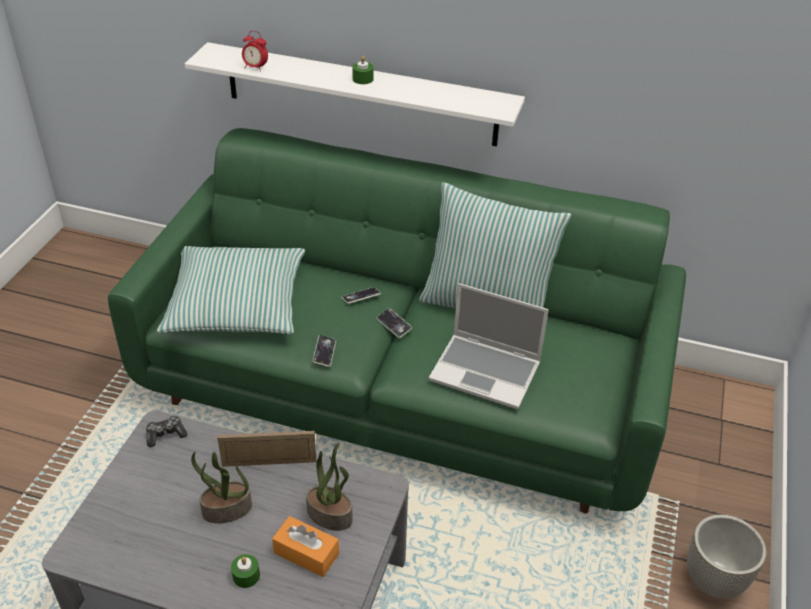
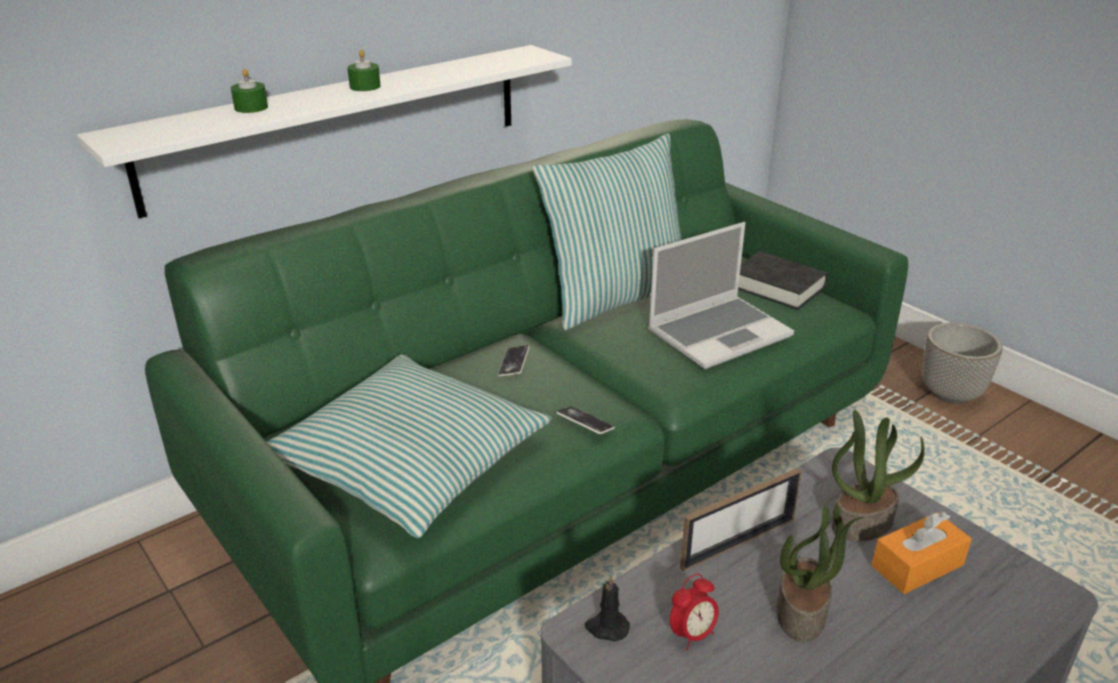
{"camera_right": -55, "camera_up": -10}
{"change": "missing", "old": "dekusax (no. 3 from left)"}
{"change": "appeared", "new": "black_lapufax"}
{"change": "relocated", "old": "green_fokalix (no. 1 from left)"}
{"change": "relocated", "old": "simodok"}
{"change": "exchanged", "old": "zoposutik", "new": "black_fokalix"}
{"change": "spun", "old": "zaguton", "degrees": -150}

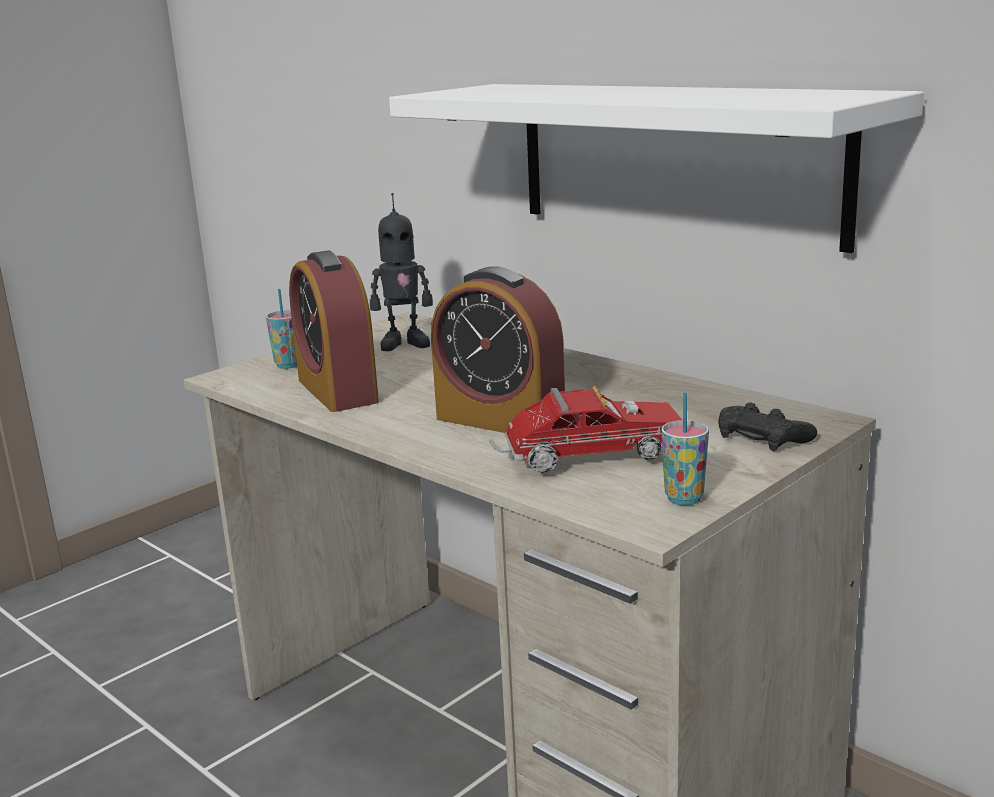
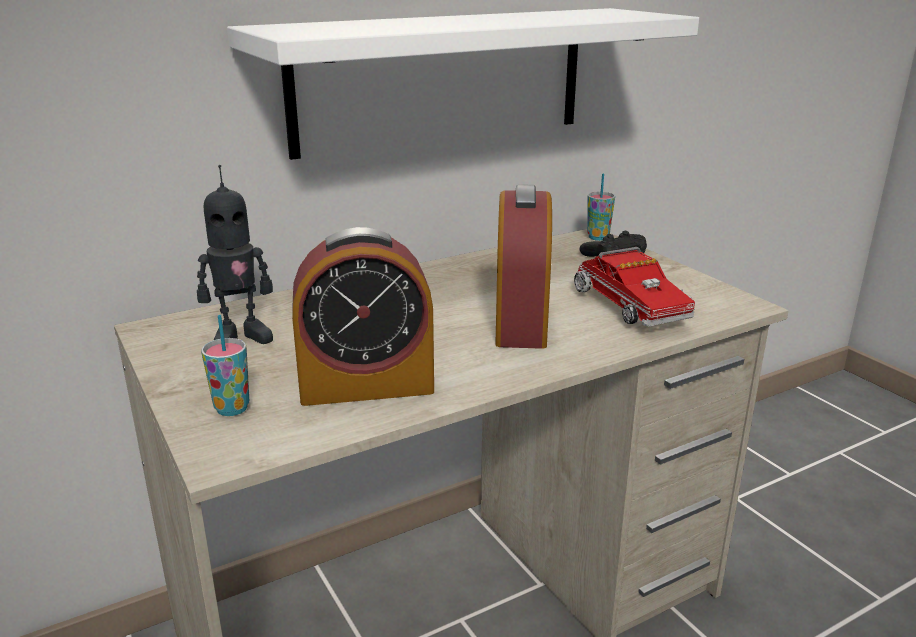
{"camera_right": -75, "camera_up": 5}
{"change": "relocated", "old": "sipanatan (no. 2 from left)"}
{"change": "spun", "old": "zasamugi", "degrees": 60}
{"change": "spun", "old": "simodok (no. 2 from left)", "degrees": 135}
{"change": "spun", "old": "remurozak", "degrees": 150}

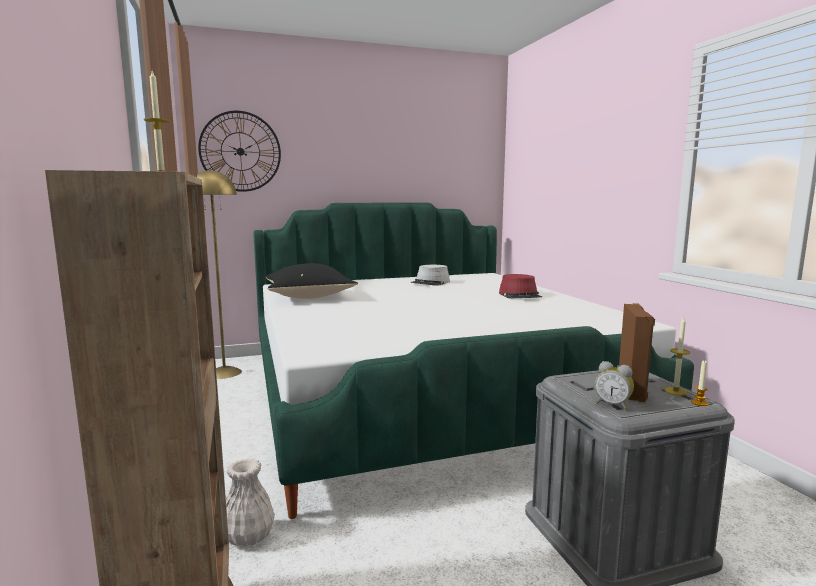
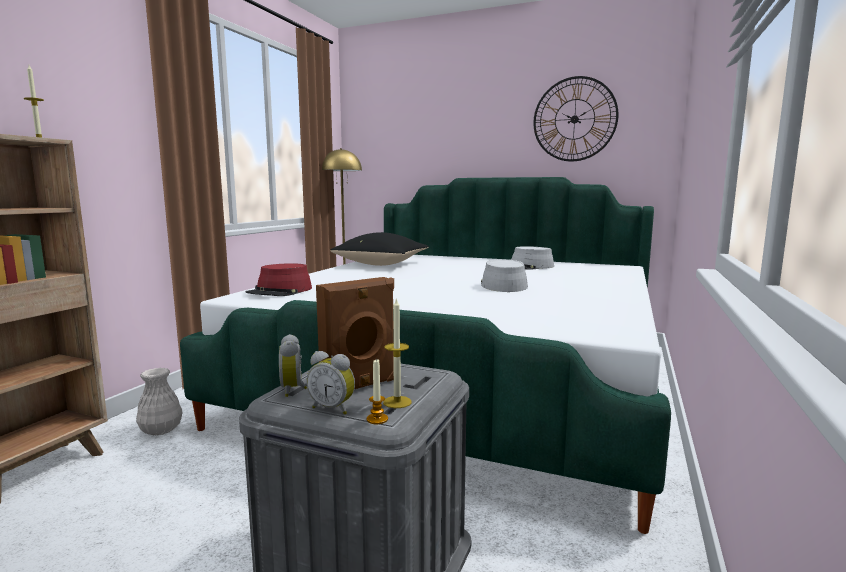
{"camera_right": 40, "camera_up": 0}
{"change": "appeared", "new": "simodok (no. 2 from left)"}
{"change": "appeared", "new": "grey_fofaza (no. 1 from left)"}
{"change": "relocated", "old": "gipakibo"}
{"change": "relocated", "old": "red_fofaza"}

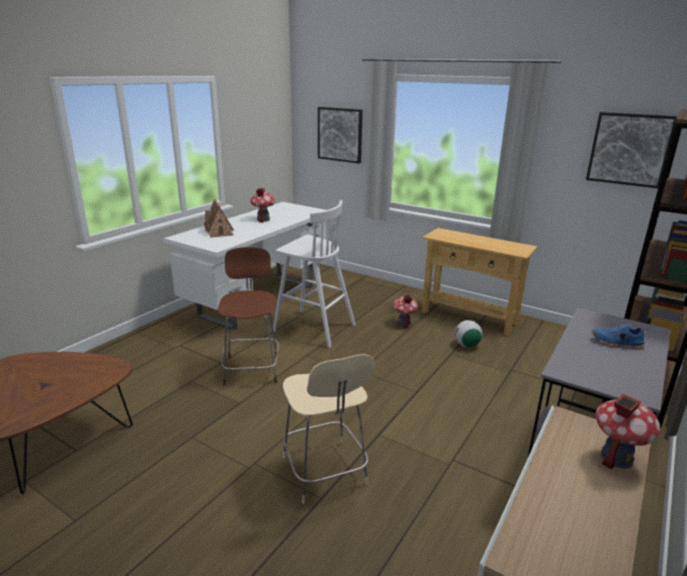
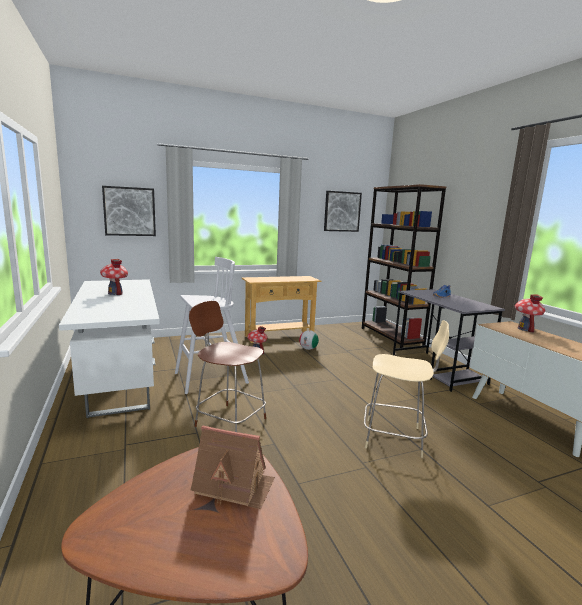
{"camera_right": -55, "camera_up": -10}
{"change": "relocated", "old": "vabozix (no. 1 from left in the first image)", "new": "vabozix (no. 2 from left)"}

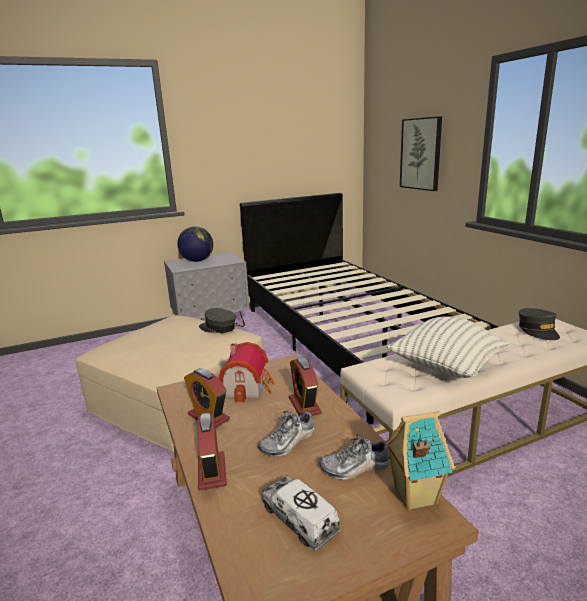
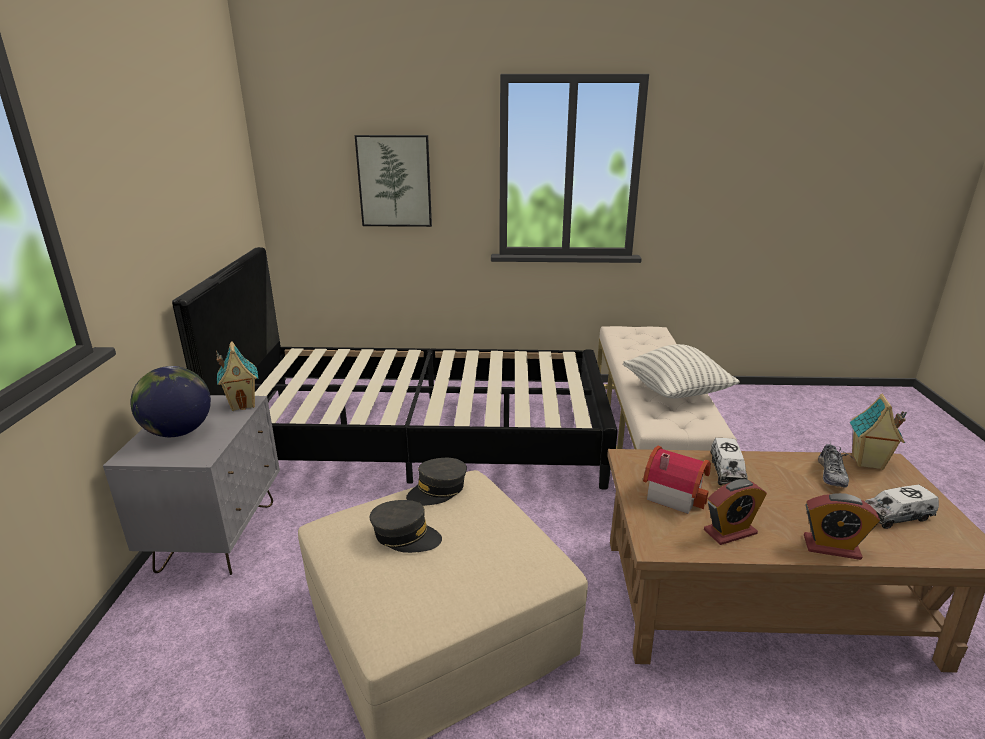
{"camera_right": -65, "camera_up": 5}
{"change": "missing", "old": "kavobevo (no. 1 from left)"}
{"change": "appeared", "new": "vabozix (no. 1 from left)"}
{"change": "relocated", "old": "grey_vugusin (no. 2 from left in the first image)", "new": "grey_vugusin (no. 1 from left)"}
{"change": "exchanged", "old": "simodok (no. 3 from left)", "new": "remurozak (no. 1 from left)"}

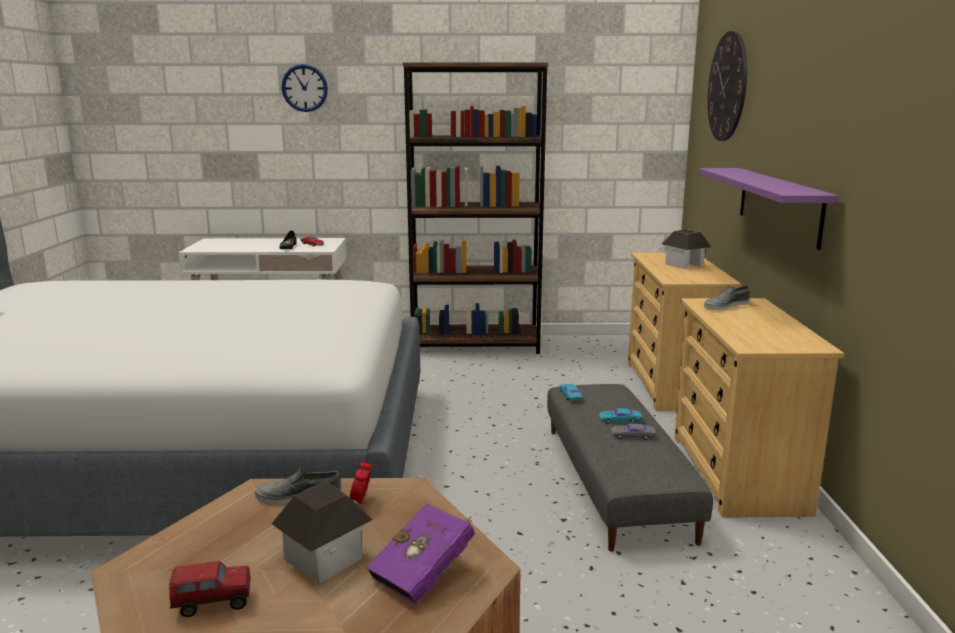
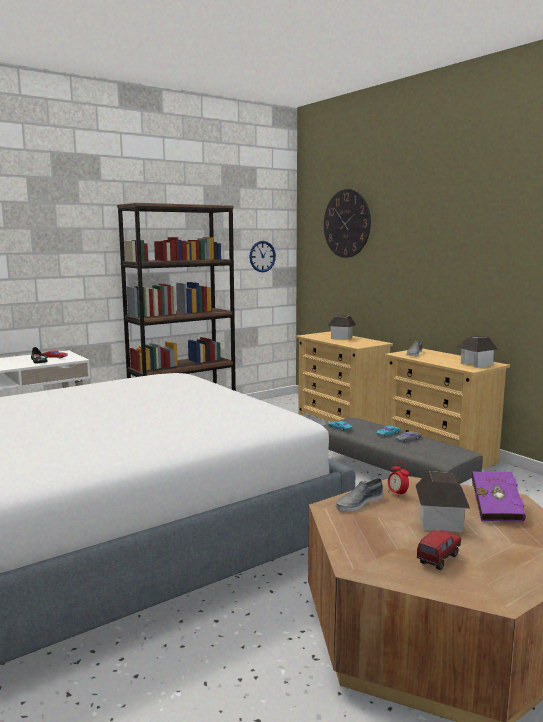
{"camera_right": -35, "camera_up": -5}
{"change": "missing", "old": "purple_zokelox"}
{"change": "appeared", "new": "vabozix (no. 3 from left)"}
{"change": "relocated", "old": "gipakibo (no. 1 from left)"}

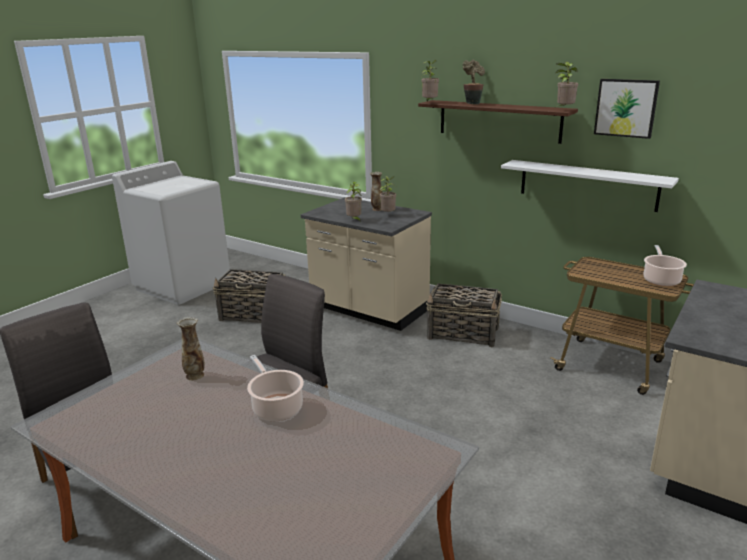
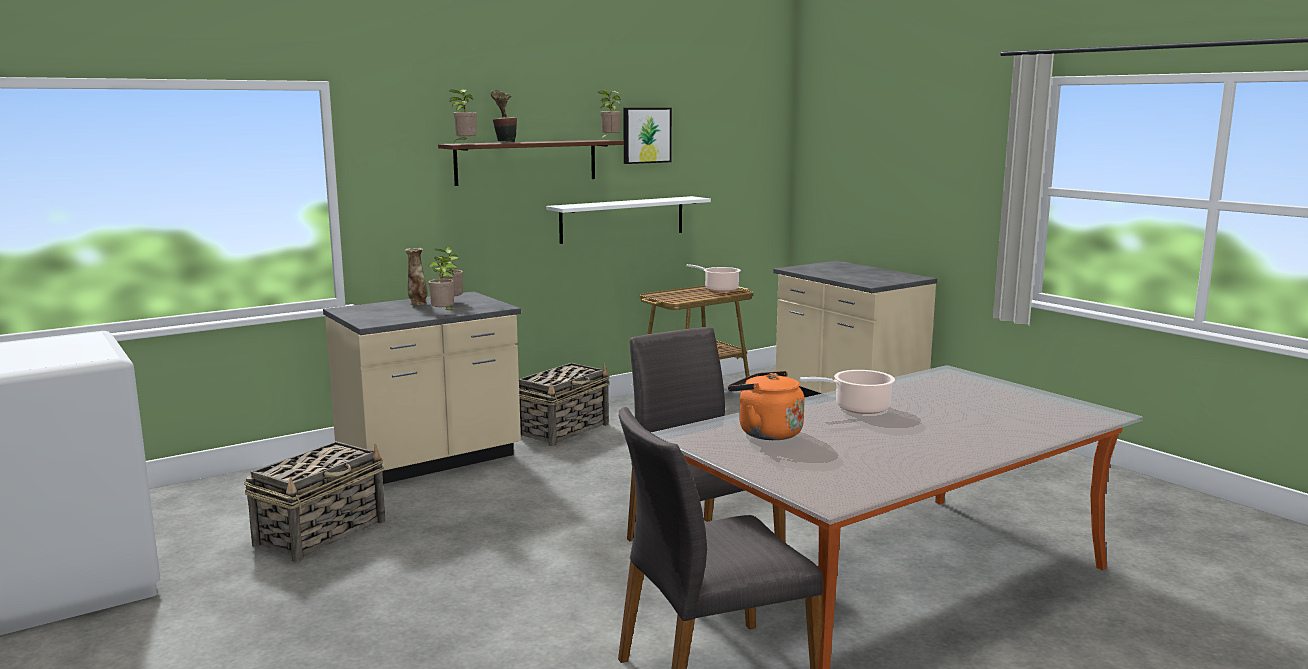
{"camera_right": -70, "camera_up": -10}
{"change": "exchanged", "old": "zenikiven (no. 1 from left)", "new": "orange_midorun"}

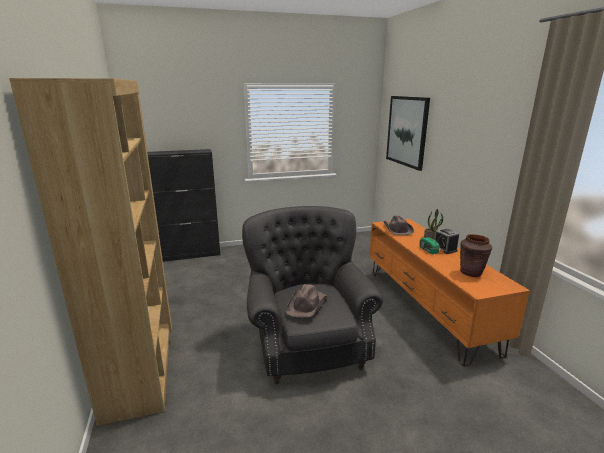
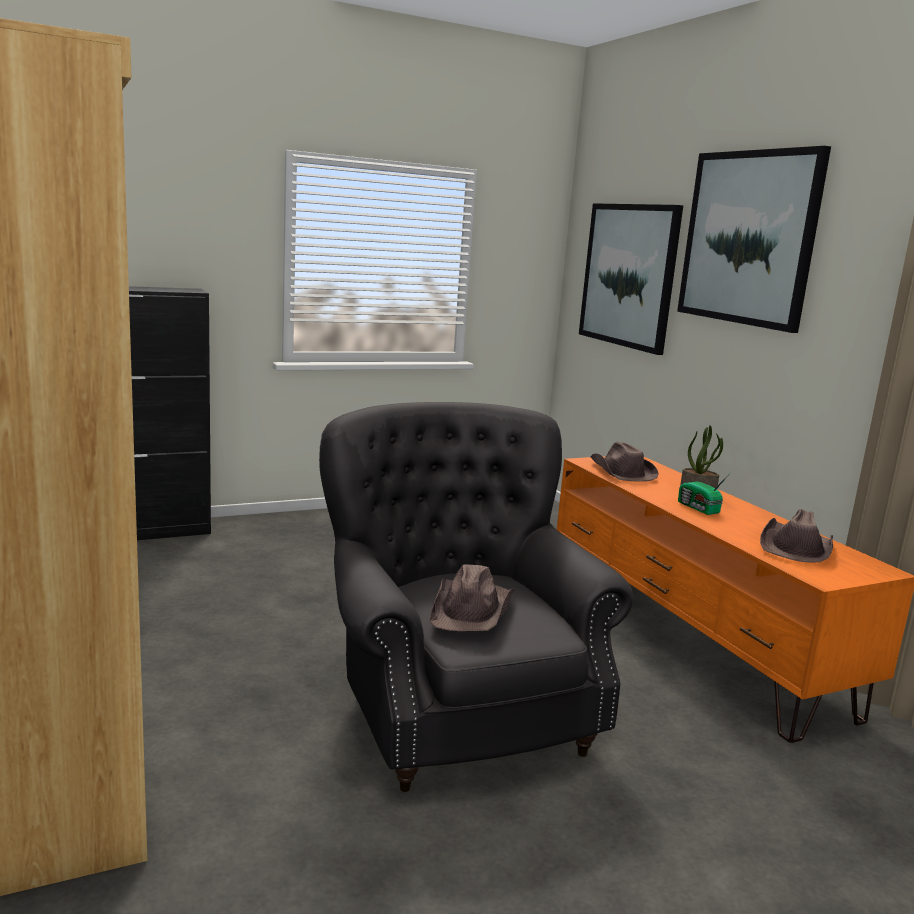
{"camera_right": -10, "camera_up": -5}
{"change": "missing", "old": "simodok"}
{"change": "appeared", "new": "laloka (no. 2 from left)"}
{"change": "exchanged", "old": "brown_zenikiven", "new": "brown_fofaza (no. 3 from left)"}

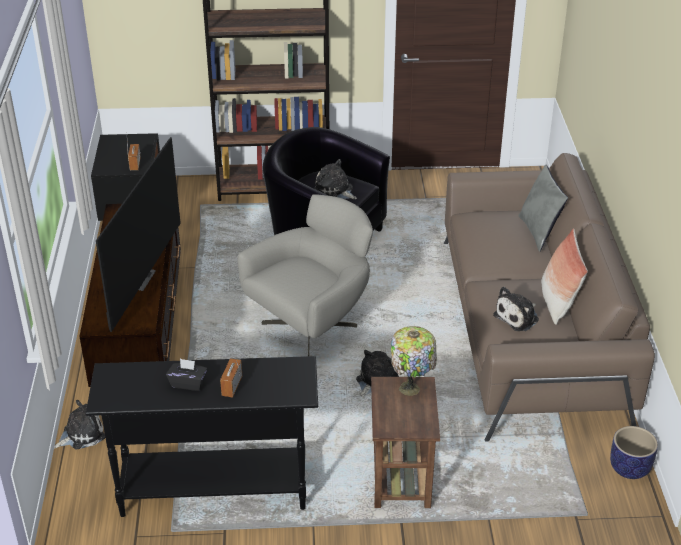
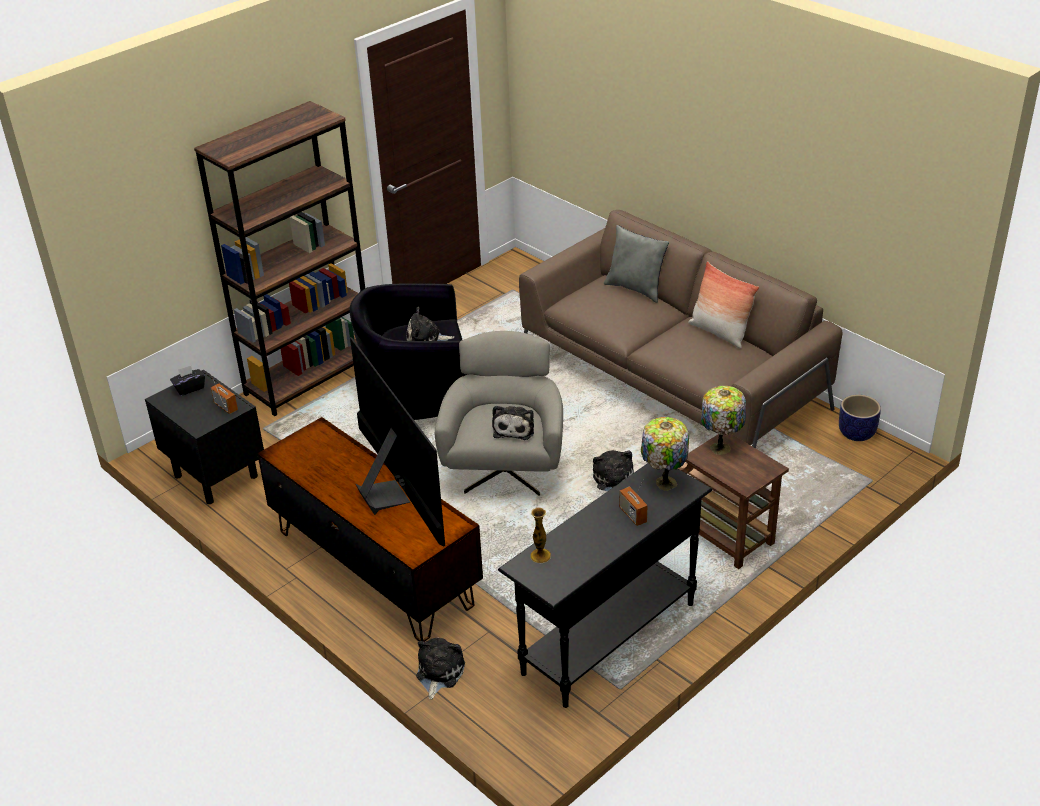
{"camera_right": -40, "camera_up": 0}
{"change": "appeared", "new": "zenikiven"}
{"change": "appeared", "new": "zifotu (no. 1 from left)"}
{"change": "relocated", "old": "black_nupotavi"}
{"change": "relocated", "old": "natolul (no. 4 from left in the first image)", "new": "natolul (no. 3 from left)"}

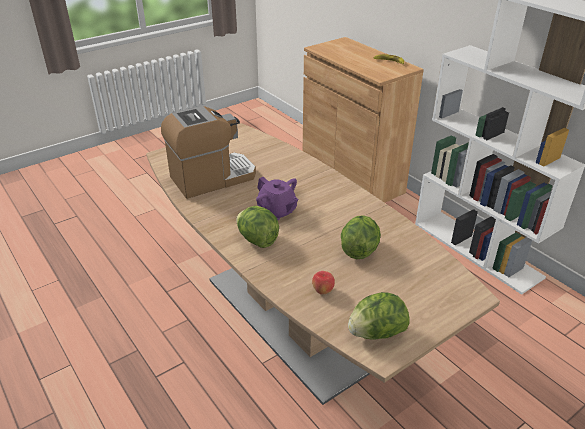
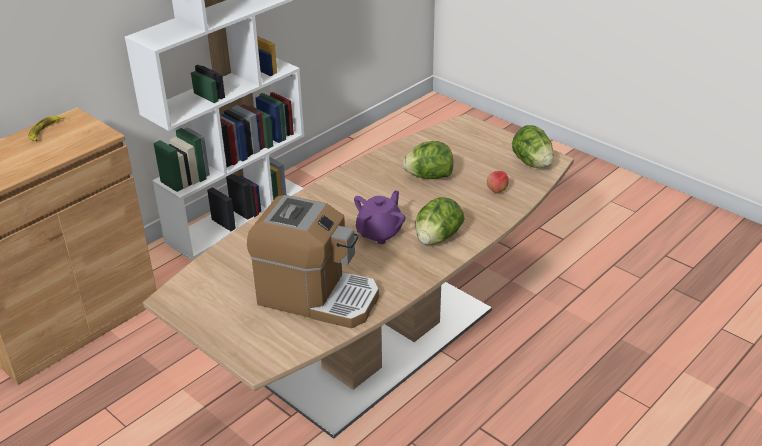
{"camera_right": -100, "camera_up": 0}
{"change": "spun", "old": "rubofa", "degrees": 150}

